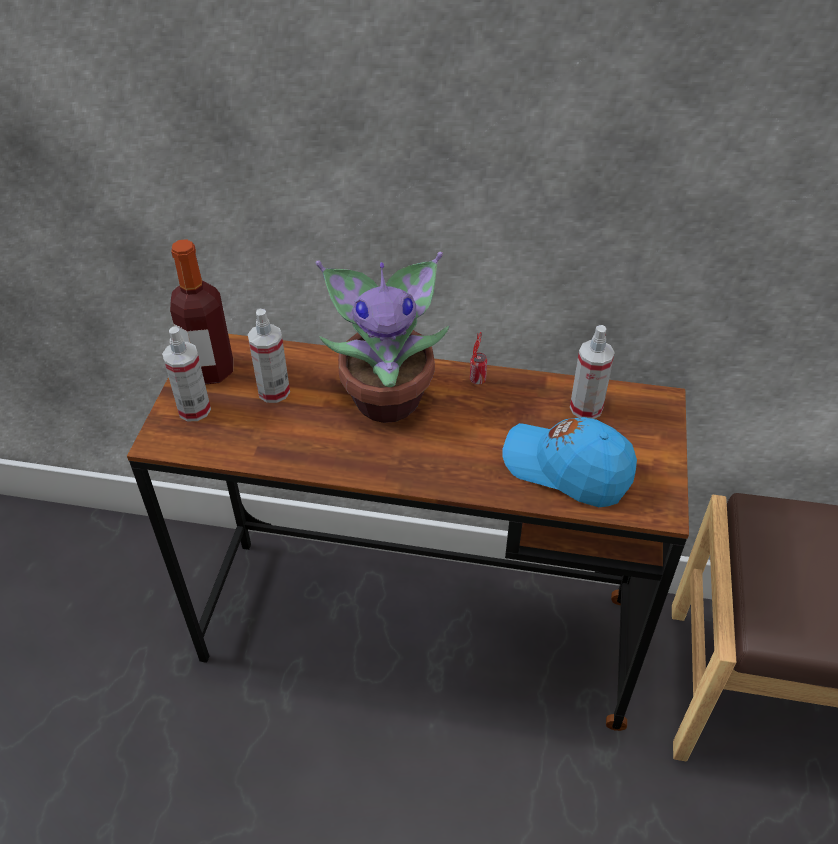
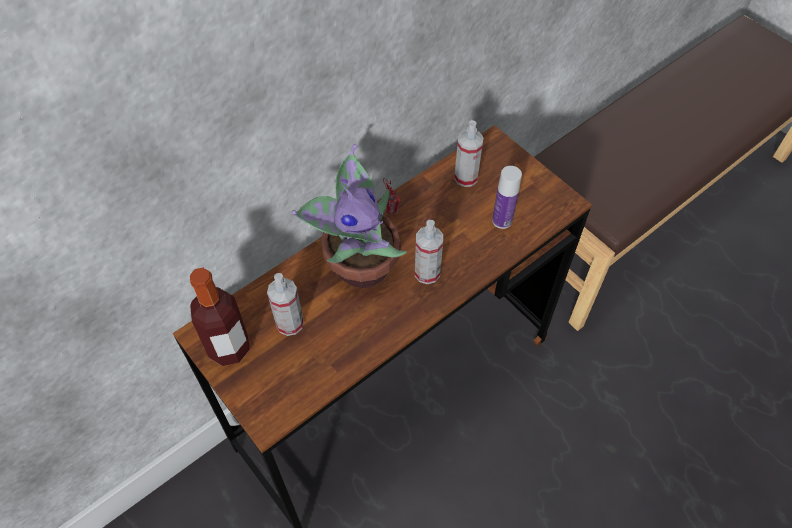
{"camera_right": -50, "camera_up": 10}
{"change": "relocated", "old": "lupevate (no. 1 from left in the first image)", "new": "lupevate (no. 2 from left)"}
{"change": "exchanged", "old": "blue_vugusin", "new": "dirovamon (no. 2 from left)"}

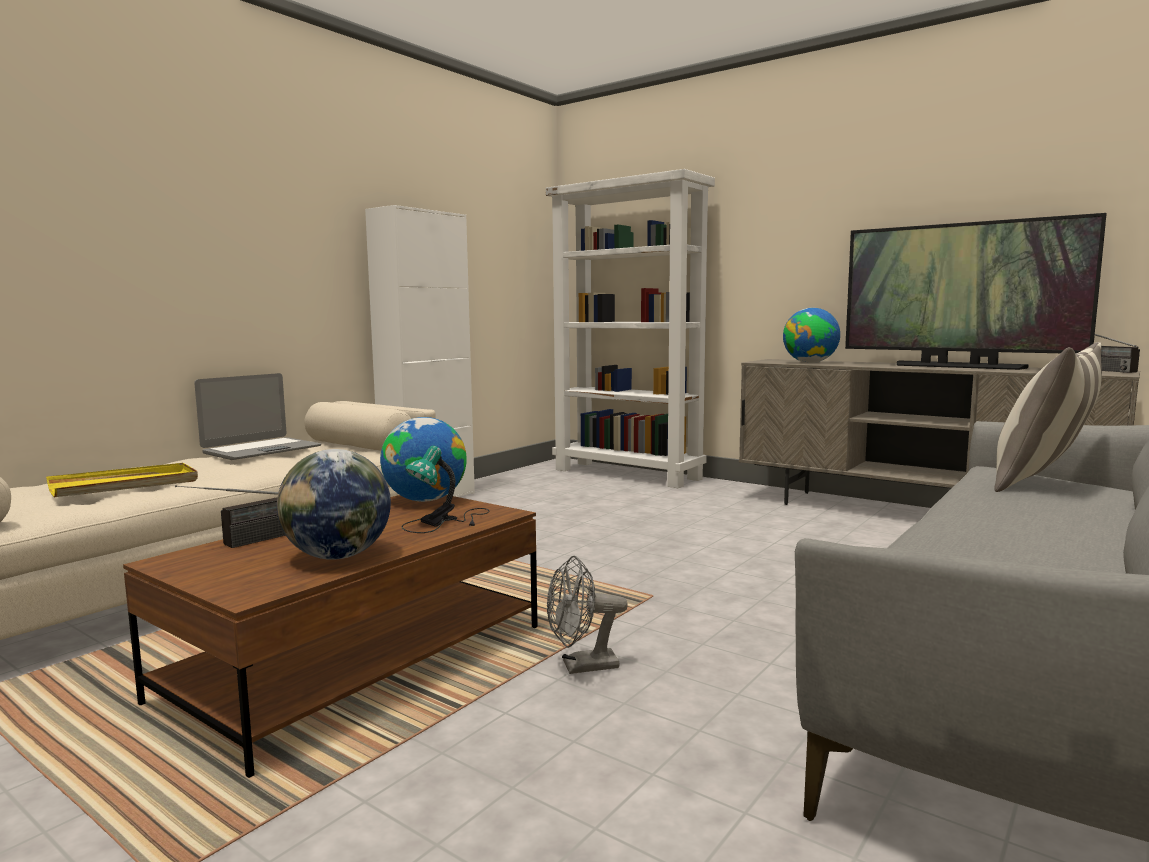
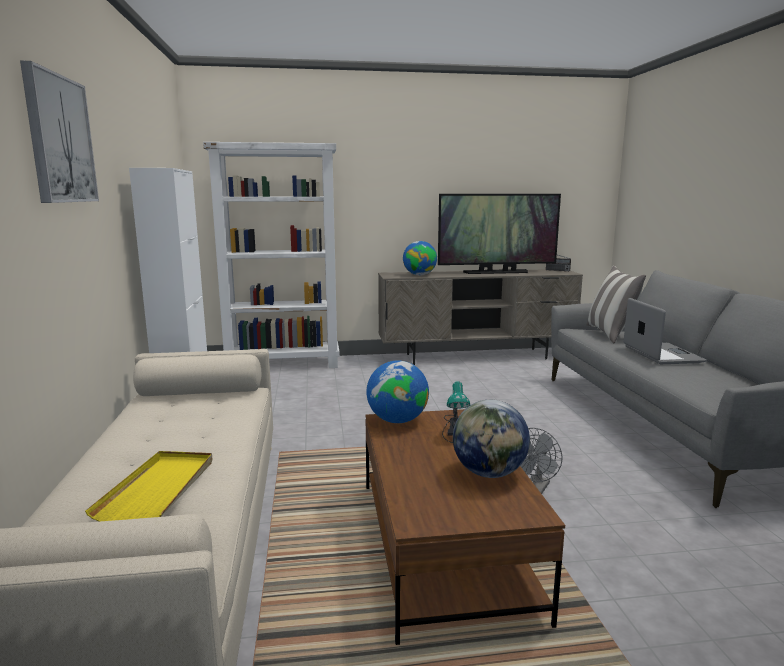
{"camera_right": -45, "camera_up": 5}
{"change": "missing", "old": "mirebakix (no. 1 from left)"}
{"change": "appeared", "new": "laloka"}
{"change": "relocated", "old": "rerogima"}

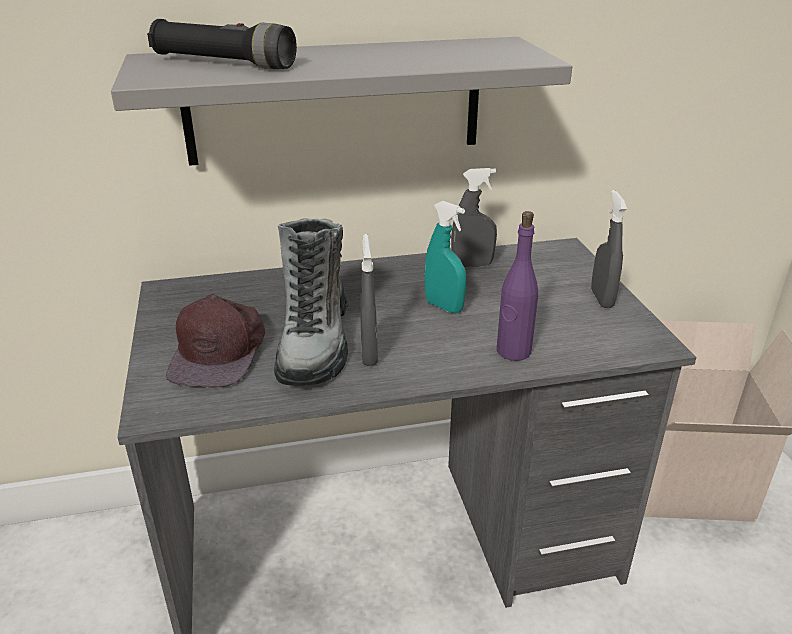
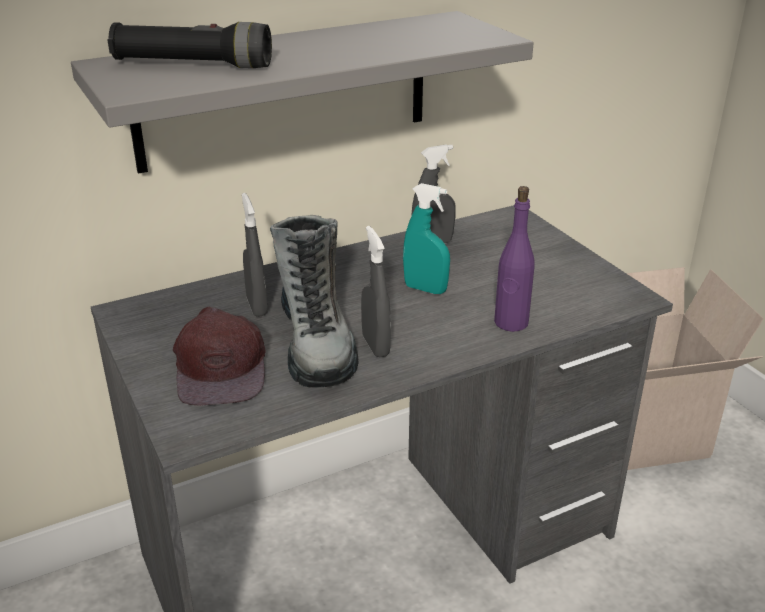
{"camera_right": -15, "camera_up": 0}
{"change": "relocated", "old": "grey_lupevate (no. 3 from left in the first image)", "new": "grey_lupevate (no. 1 from left)"}

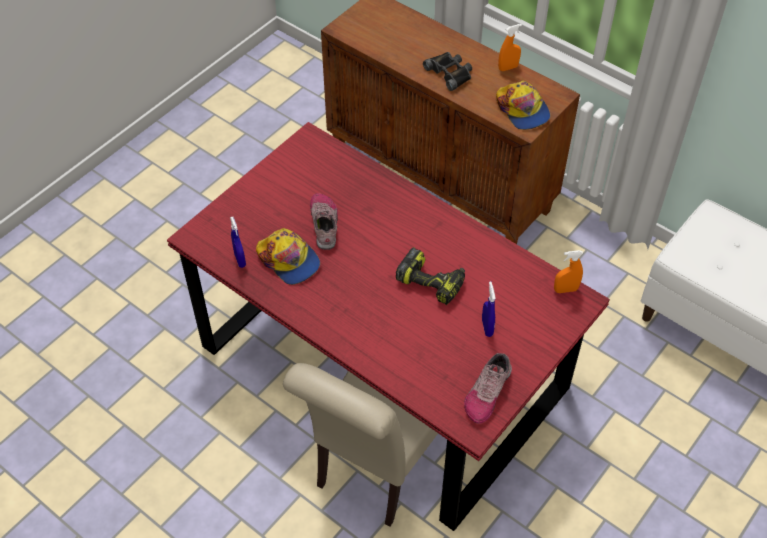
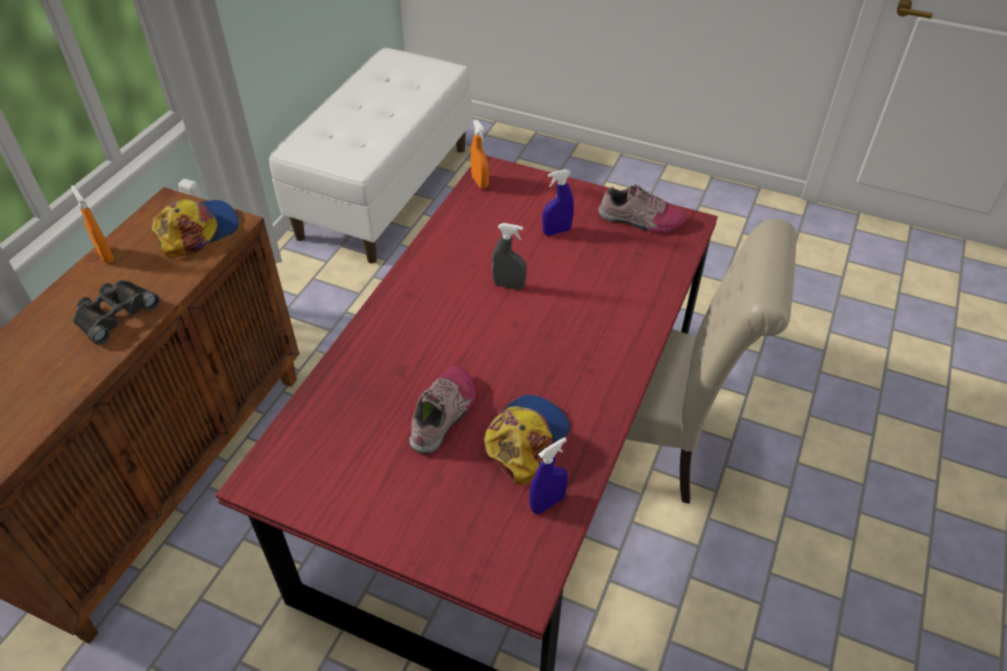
{"camera_right": -105, "camera_up": -5}
{"change": "exchanged", "old": "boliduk", "new": "grey_lupevate"}
{"change": "spun", "old": "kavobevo (no. 1 from left)", "degrees": 135}

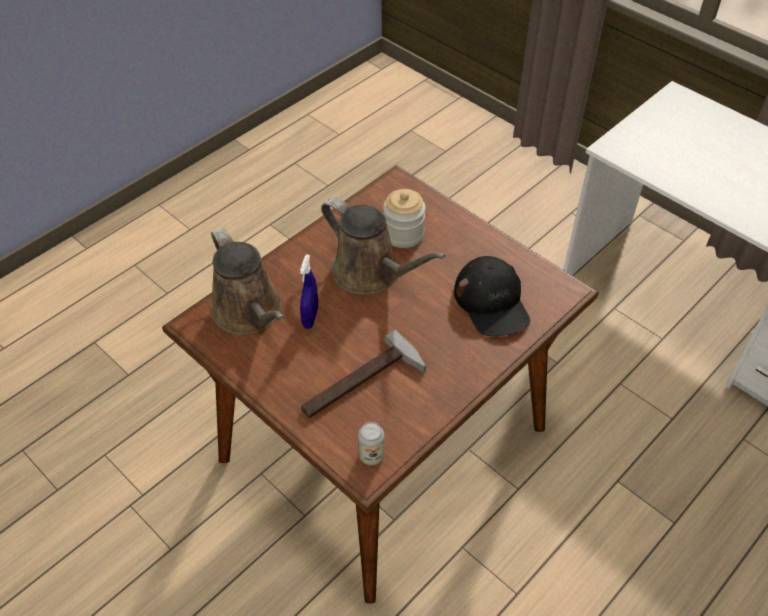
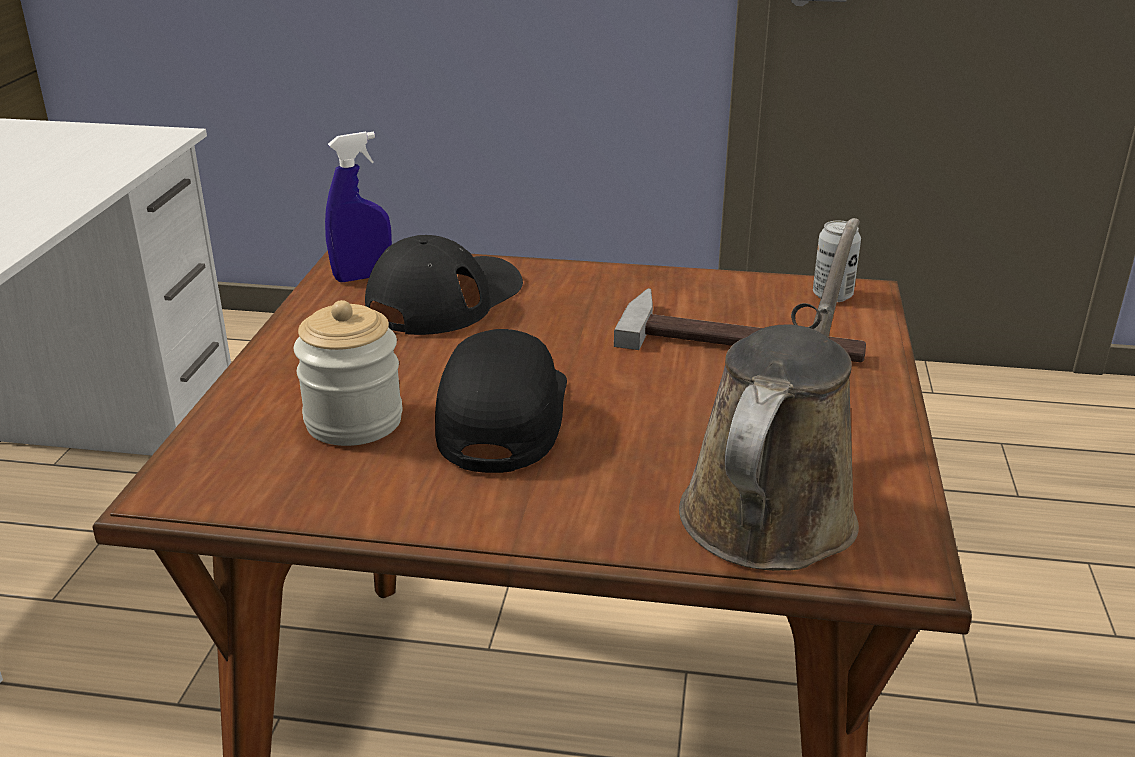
{"camera_right": -125, "camera_up": -20}
{"change": "relocated", "old": "blue_lupevate"}
{"change": "exchanged", "old": "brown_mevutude (no. 2 from left)", "new": "black_vugusin (no. 2 from left)"}

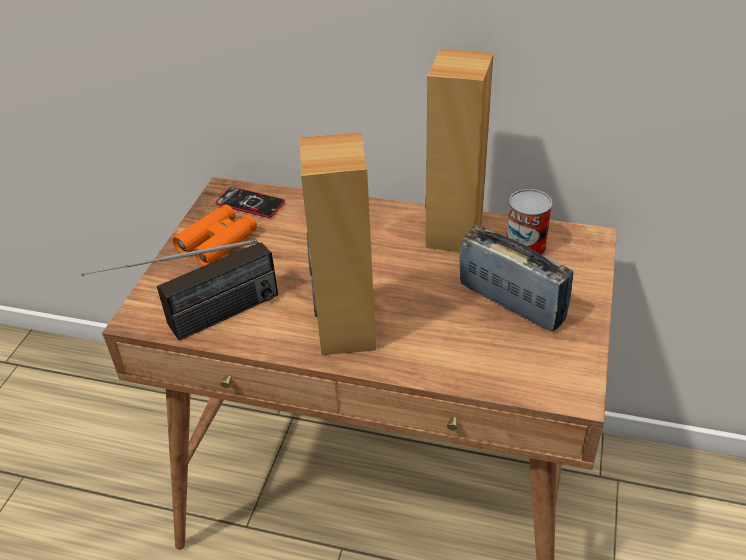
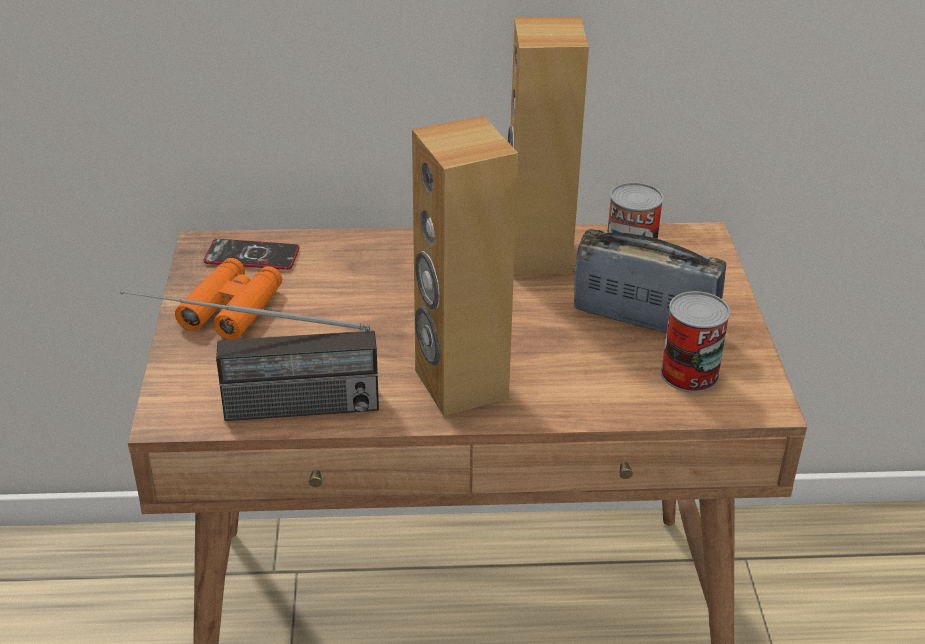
{"camera_right": -20, "camera_up": -5}
{"change": "appeared", "new": "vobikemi (no. 2 from left)"}
{"change": "spun", "old": "mirebakix (no. 1 from left)", "degrees": 45}

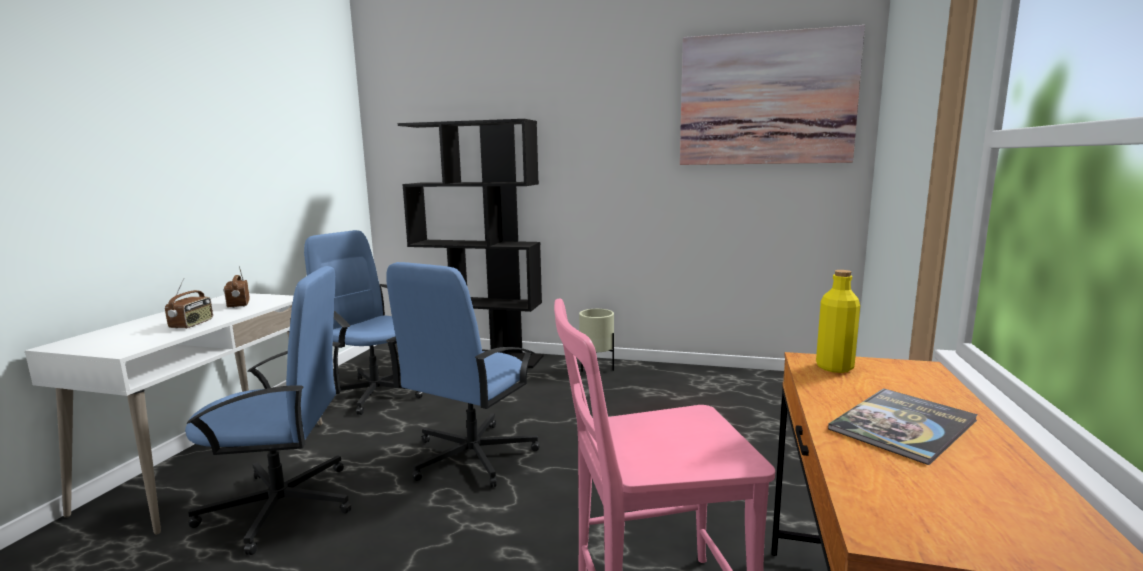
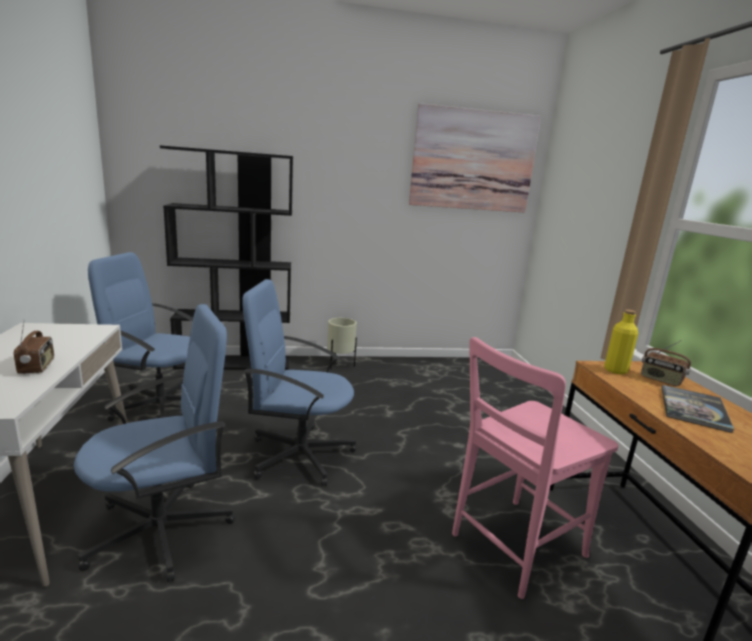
{"camera_right": -25, "camera_up": 5}
{"change": "relocated", "old": "mirebakix (no. 2 from left)"}
{"change": "spun", "old": "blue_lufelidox (no. 3 from left)", "degrees": 90}

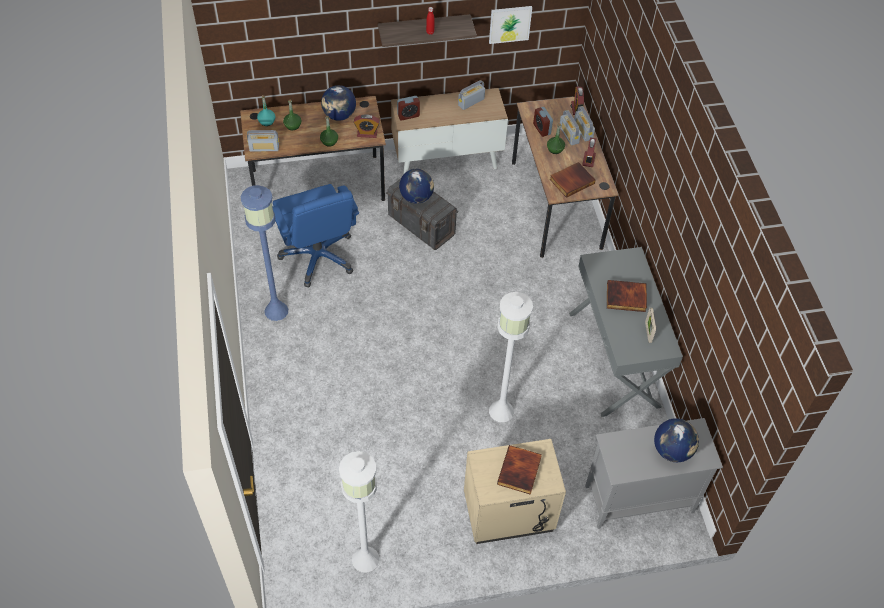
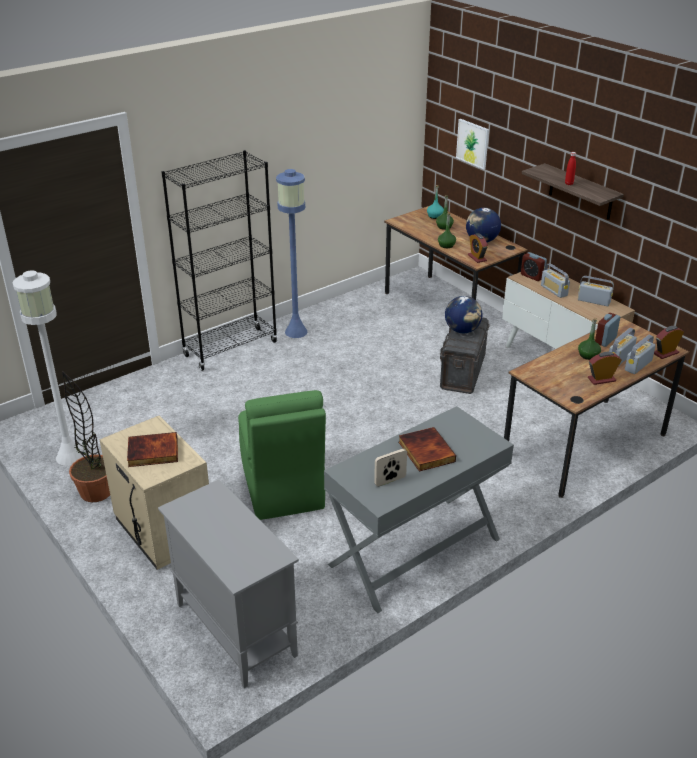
{"camera_right": 65, "camera_up": -20}
{"change": "missing", "old": "blue_lufelidox"}
{"change": "missing", "old": "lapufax (no. 2 from left)"}
{"change": "missing", "old": "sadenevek (no. 3 from left)"}
{"change": "appeared", "new": "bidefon"}
{"change": "appeared", "new": "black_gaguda"}
{"change": "relocated", "old": "mirebakix (no. 1 from left)"}
{"change": "relocated", "old": "laloka"}
{"change": "exchanged", "old": "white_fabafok (no. 2 from left)", "new": "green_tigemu"}

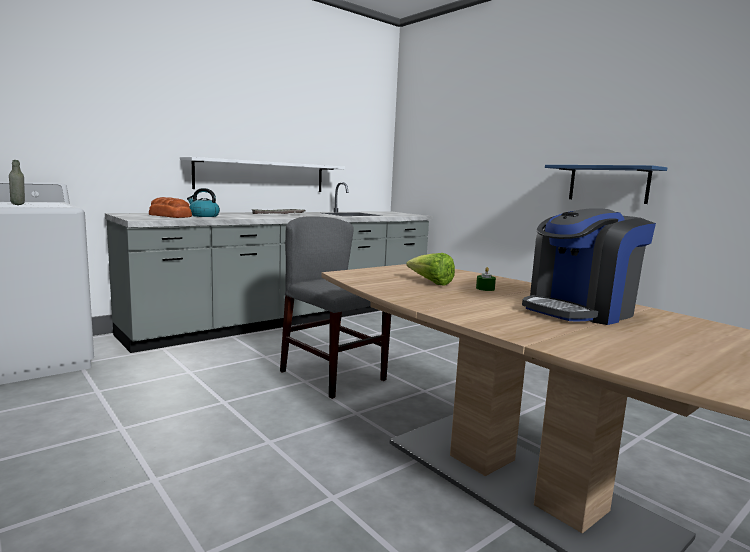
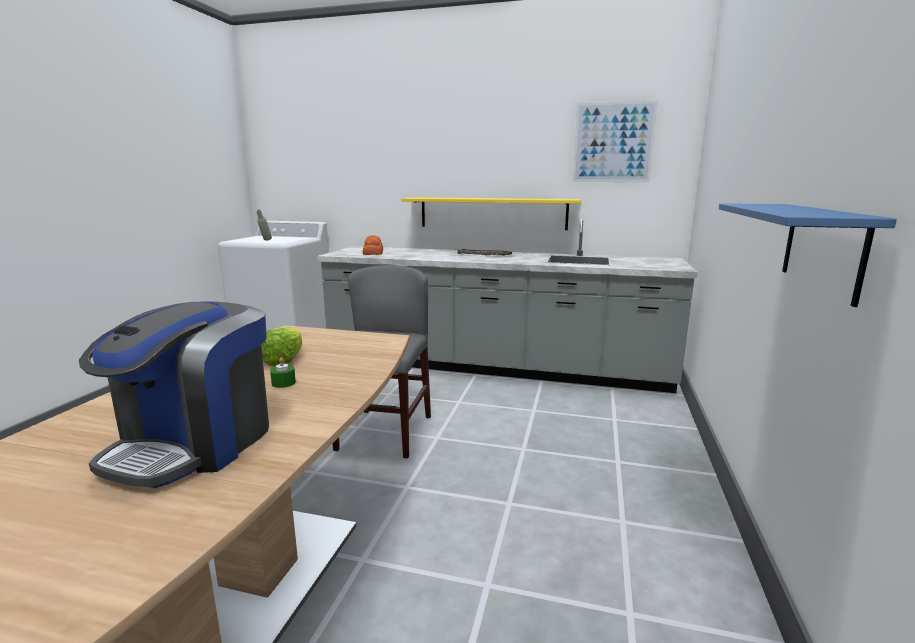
{"camera_right": 55, "camera_up": 5}
{"change": "missing", "old": "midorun"}
{"change": "appeared", "new": "laloka"}
{"change": "colour", "old": "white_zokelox", "new": "yellow_zokelox"}
{"change": "spun", "old": "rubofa", "degrees": -90}

